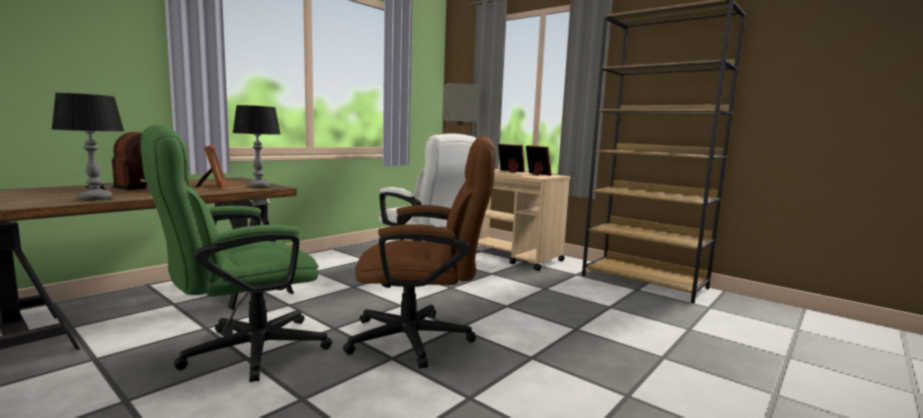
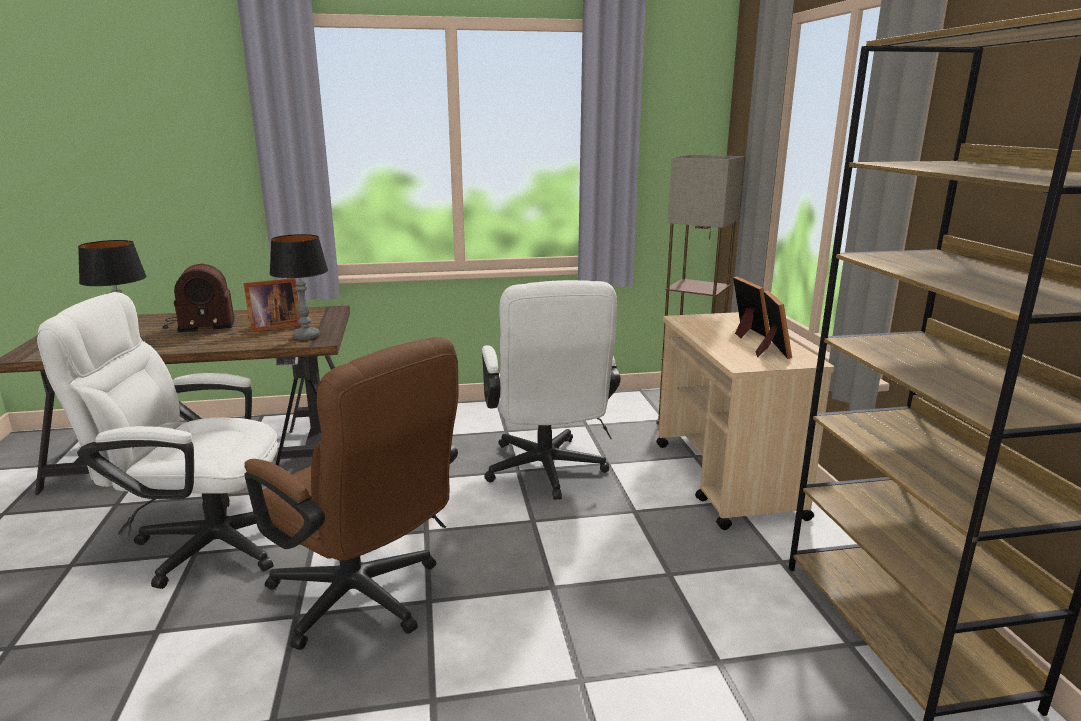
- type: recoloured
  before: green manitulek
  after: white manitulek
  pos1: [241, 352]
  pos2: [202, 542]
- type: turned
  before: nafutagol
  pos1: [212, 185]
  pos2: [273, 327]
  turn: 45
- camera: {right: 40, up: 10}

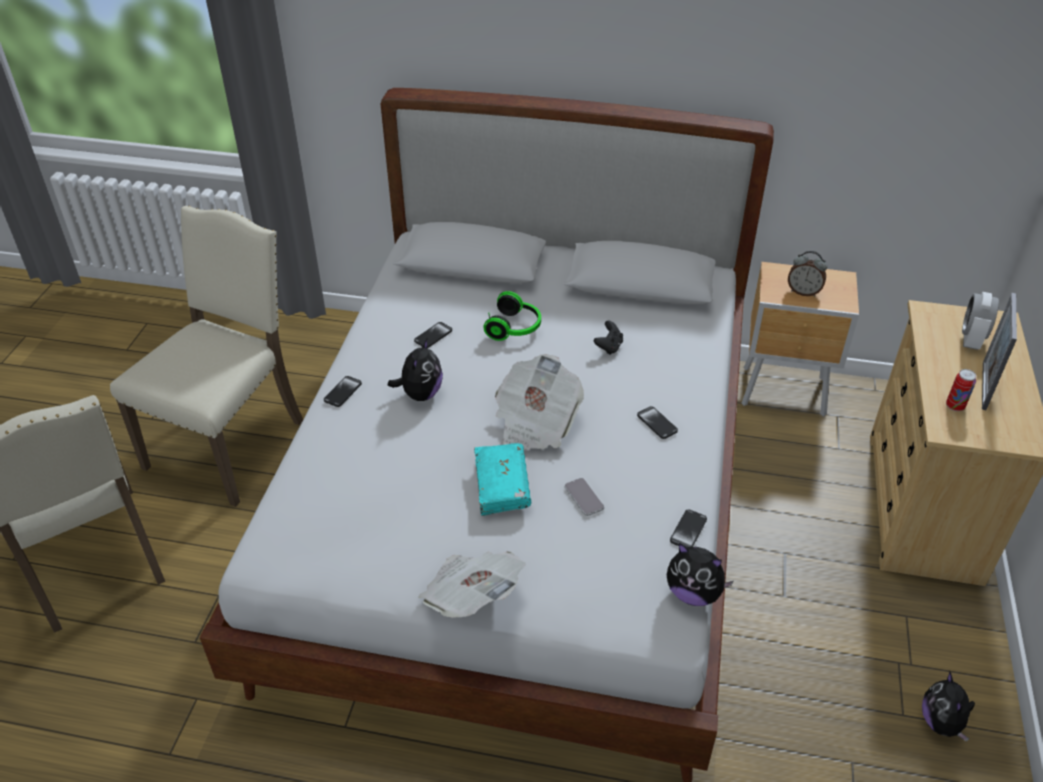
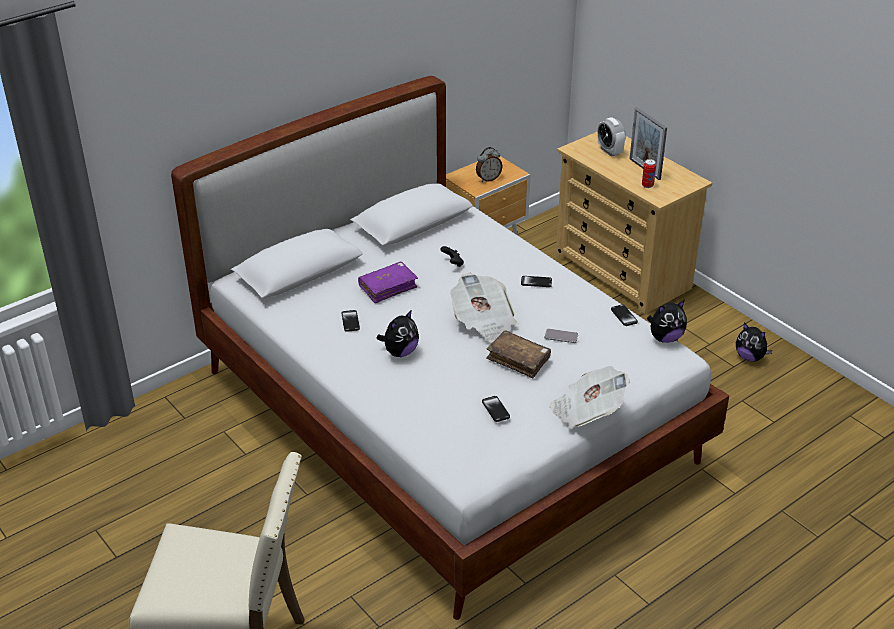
- type: removed
  before: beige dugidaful
  pos1: [230, 443]
- type: moved
  before: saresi
  pos1: [343, 392]
  pos2: [495, 409]
- type: turned
  before: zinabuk
  pos1: [420, 394]
  pos2: [400, 352]
  turn: 75
- type: recoloured
  before: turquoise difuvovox
  after: brown difuvovox
  pos1: [502, 485]
  pos2: [518, 359]
- type: replaced
  before: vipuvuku
  after: purple difuvovox
  pos1: [515, 328]
  pos2: [388, 287]
- camera: {right: -50, up: -5}

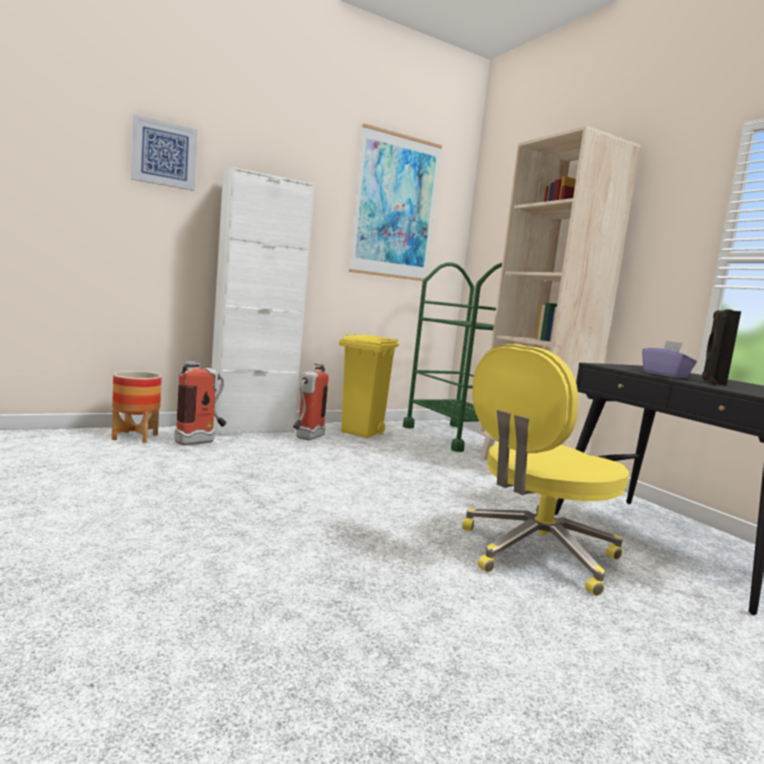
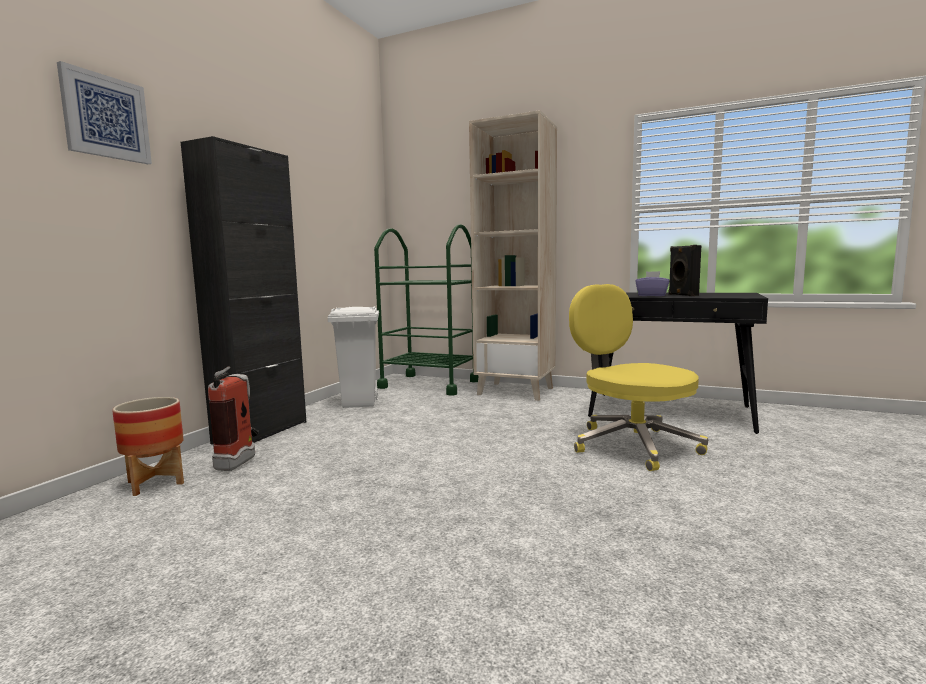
- type: recoloured
  before: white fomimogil
  after: black fomimogil
  pos1: [251, 429]
  pos2: [261, 432]
- type: removed
  before: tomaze
  pos1: [306, 438]
- type: recoloured
  before: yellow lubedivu
  after: white lubedivu
  pos1: [362, 433]
  pos2: [360, 403]
- type: removed
  before: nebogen
  pos1: [395, 207]
- type: turned
  before: yellow manitulek
  pos1: [535, 553]
  pos2: [632, 445]
  turn: 135
- camera: {right: -35, up: 0}

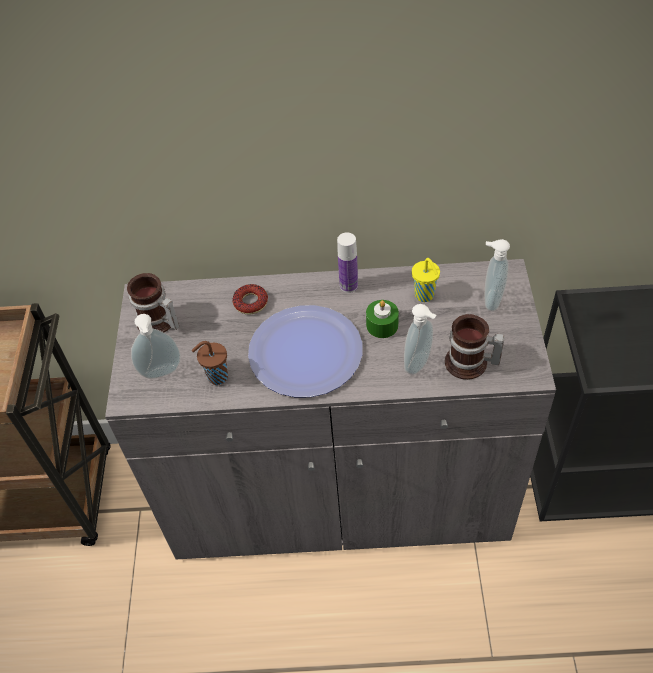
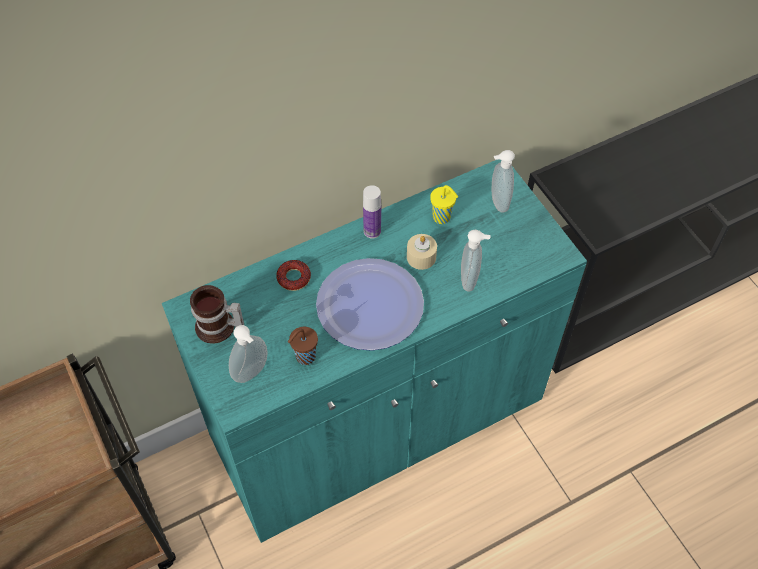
- type: recoloured
  before: grey fomimogil
  after: turquoise fomimogil
  pos1: [340, 494]
  pos2: [378, 420]
- type: recoloured
  before: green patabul
  after: beige patabul
  pos1: [382, 325]
  pos2: [421, 257]
- type: removed
  before: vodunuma
  pos1: [470, 364]
- camera: {right: -30, up: 5}

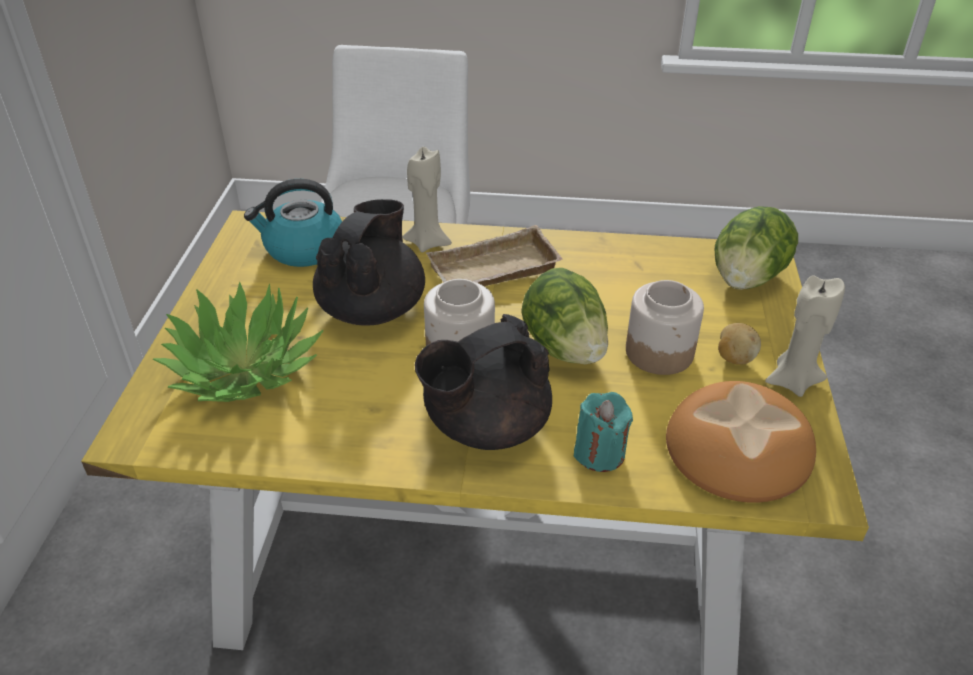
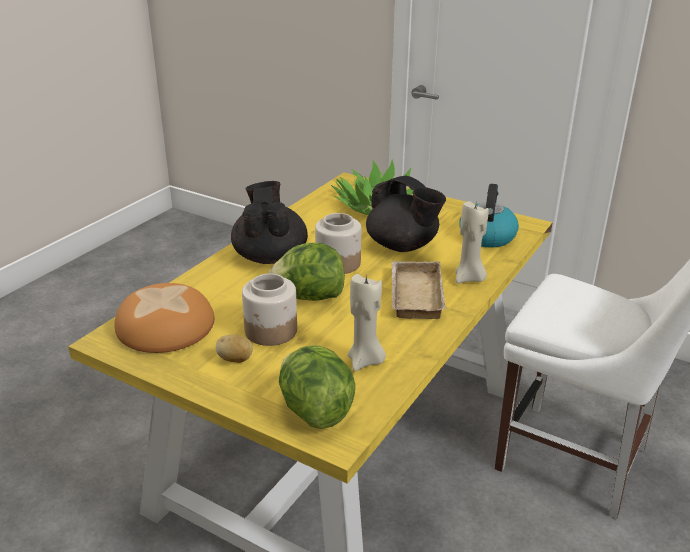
- type: removed
  before: turquoise patabul
  pos1: [599, 453]
- type: moved
  before: beige patabul
  pos1: [792, 381]
  pos2: [365, 361]
- camera: {right: 115, up: -10}

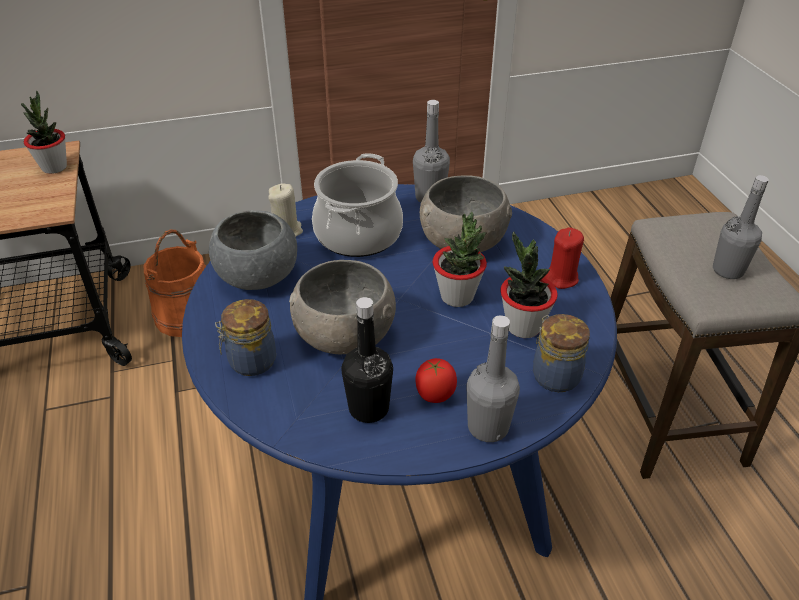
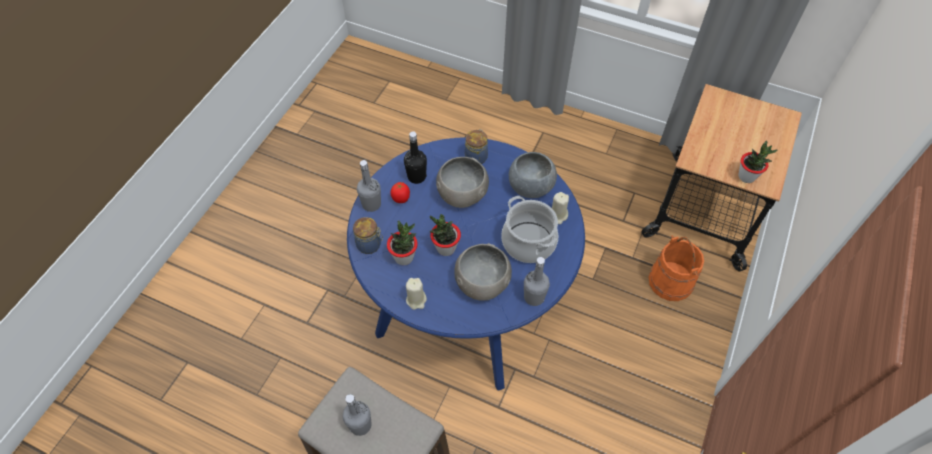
- type: recoloured
  before: red patabul
  after: beige patabul
  pos1: [561, 278]
  pos2: [416, 300]
- camera: {right: 130, up: 15}

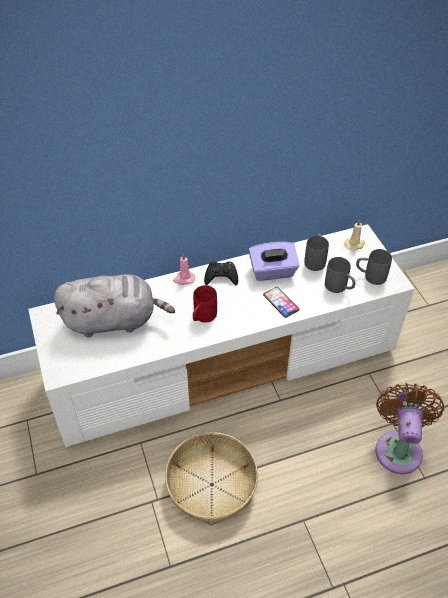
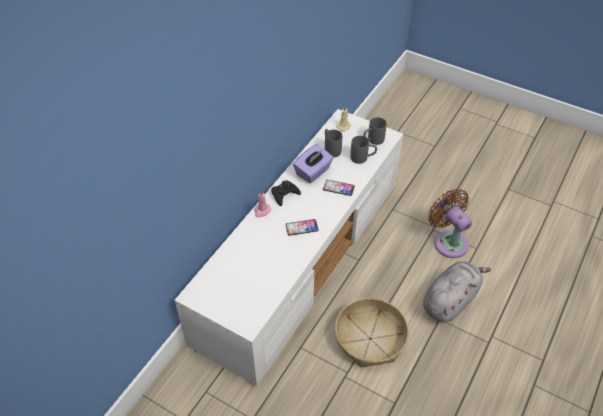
- type: moved
  before: grey zinabuk
  pos1: [114, 320]
  pos2: [450, 300]
- type: replaced
  before: red vodunuma
  after: saresi
  pos1: [202, 317]
  pos2: [301, 228]
- camera: {right: -40, up: 0}

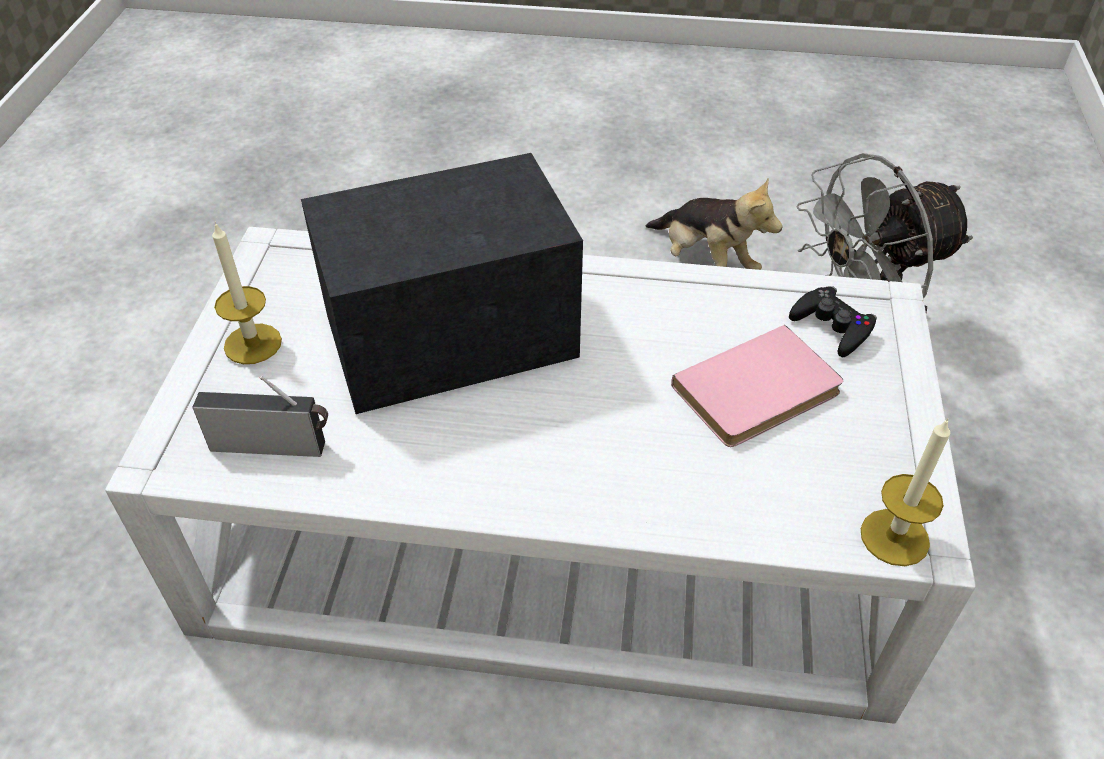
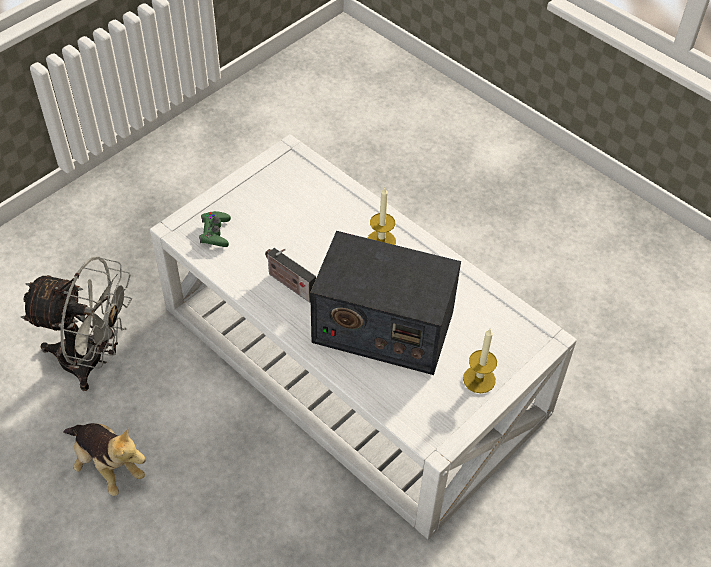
- type: moved
  before: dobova
  pos1: [274, 445]
  pos2: [289, 284]
- type: turned
  before: zinabuk
  pos1: [705, 262]
  pos2: [107, 465]
  turn: 135
- type: removed
  before: pink difuvovox
  pos1: [759, 393]
- type: recoloured
  before: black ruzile
  after: green ruzile
  pos1: [832, 326]
  pos2: [215, 232]
- type: moved
  before: patabul
  pos1: [894, 537]
  pos2: [381, 241]
- camera: {right: -145, up: 5}

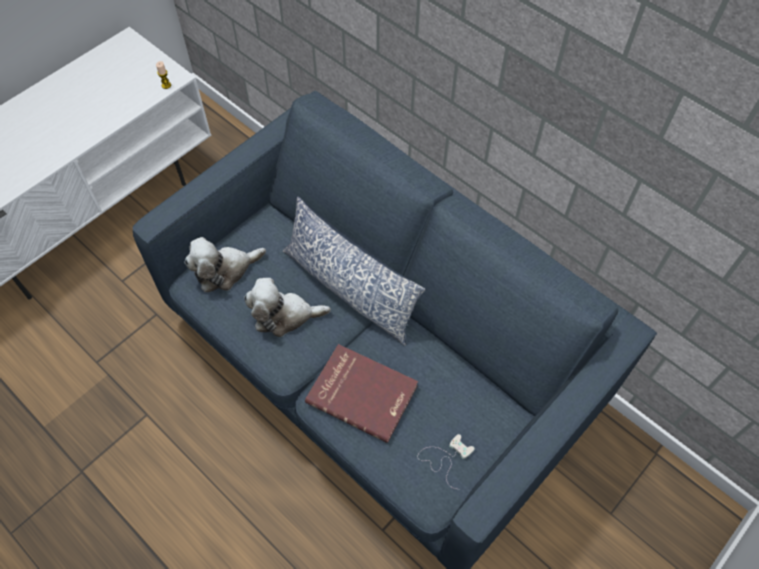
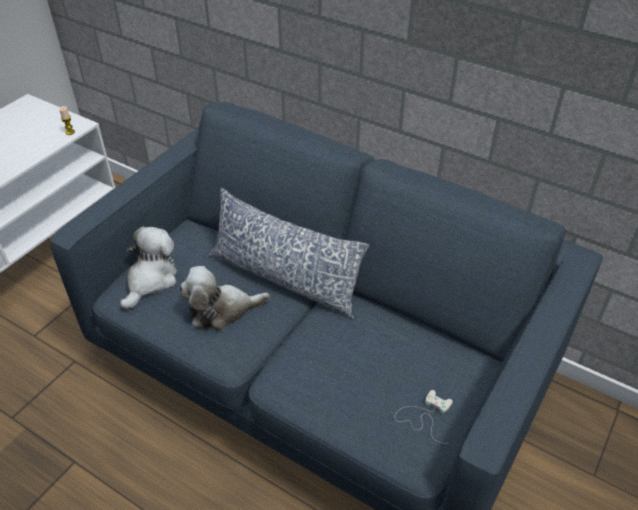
- type: turned
  before: zinabuk
  pos1: [224, 270]
  pos2: [151, 280]
  turn: 150
- type: removed
  before: red difuvovox
  pos1: [363, 392]
- camera: {right: -10, up: -15}

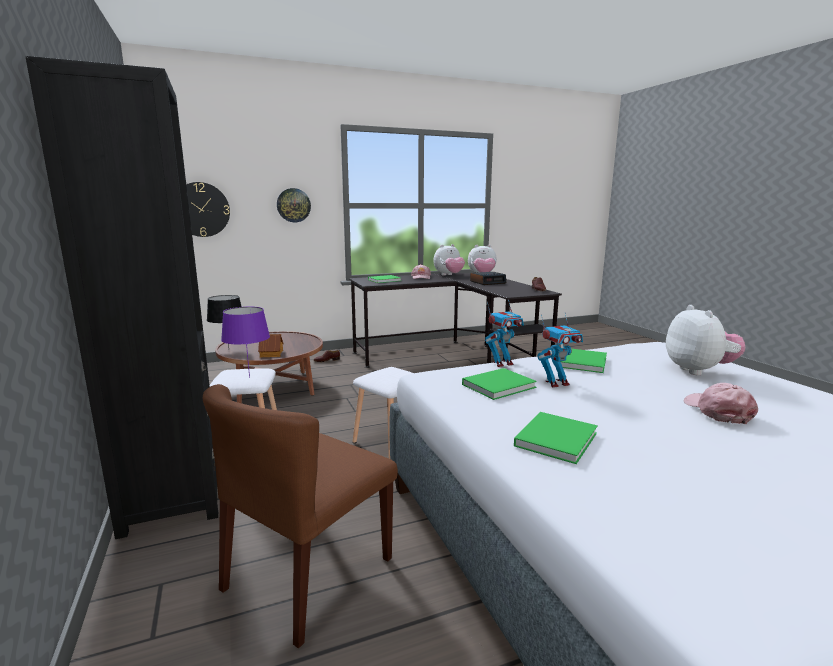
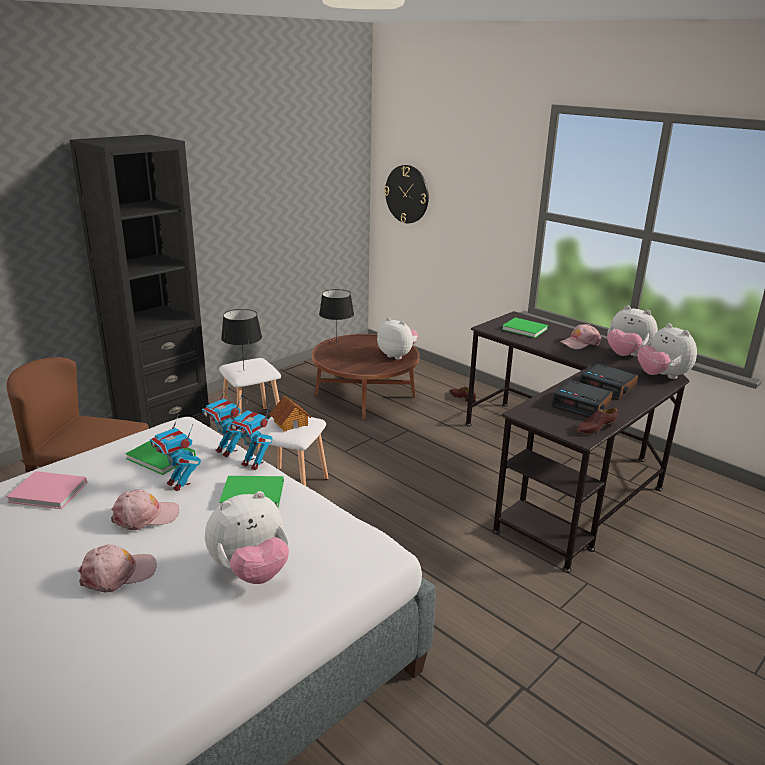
- type: recoloured
  before: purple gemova
  after: black gemova
  pos1: [249, 377]
  pos2: [243, 370]
- type: moved
  before: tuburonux
  pos1: [271, 354]
  pos2: [290, 423]
- type: removed
  before: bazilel
  pos1: [293, 205]
- type: recoloured
  before: green difuvovox
  after: pink difuvovox
  pos1: [557, 438]
  pos2: [50, 492]
- type: added
  after: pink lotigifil
  pos2: [145, 516]
- type: added
  after: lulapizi
  pos2: [253, 464]
- type: added
  after: zinabuk
  pos2: [397, 355]
- type: added
  after: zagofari
  pos2: [582, 405]
- camera: {right: 65, up: 10}

